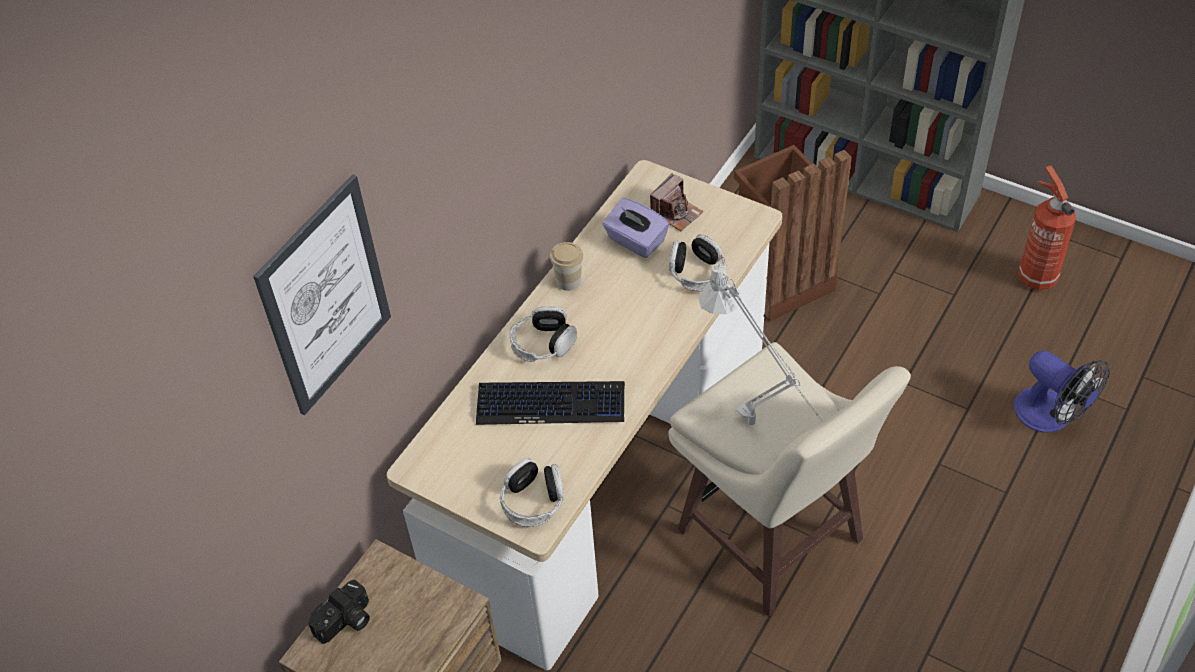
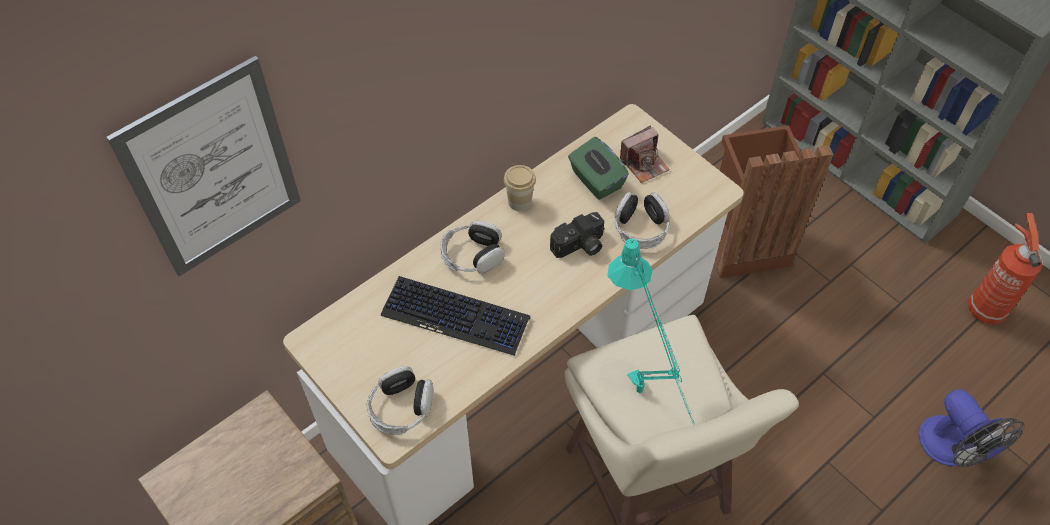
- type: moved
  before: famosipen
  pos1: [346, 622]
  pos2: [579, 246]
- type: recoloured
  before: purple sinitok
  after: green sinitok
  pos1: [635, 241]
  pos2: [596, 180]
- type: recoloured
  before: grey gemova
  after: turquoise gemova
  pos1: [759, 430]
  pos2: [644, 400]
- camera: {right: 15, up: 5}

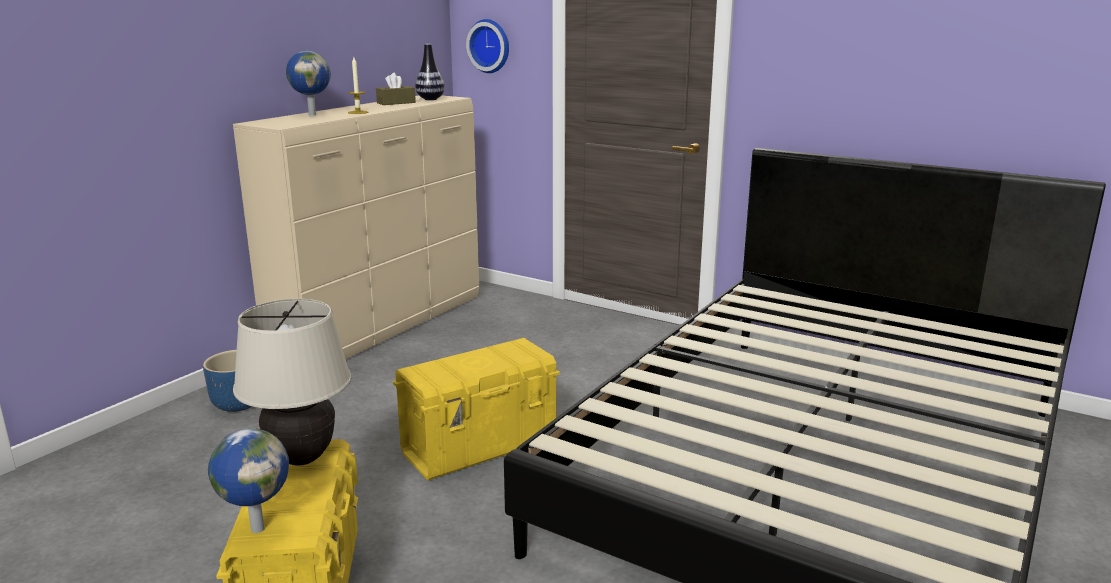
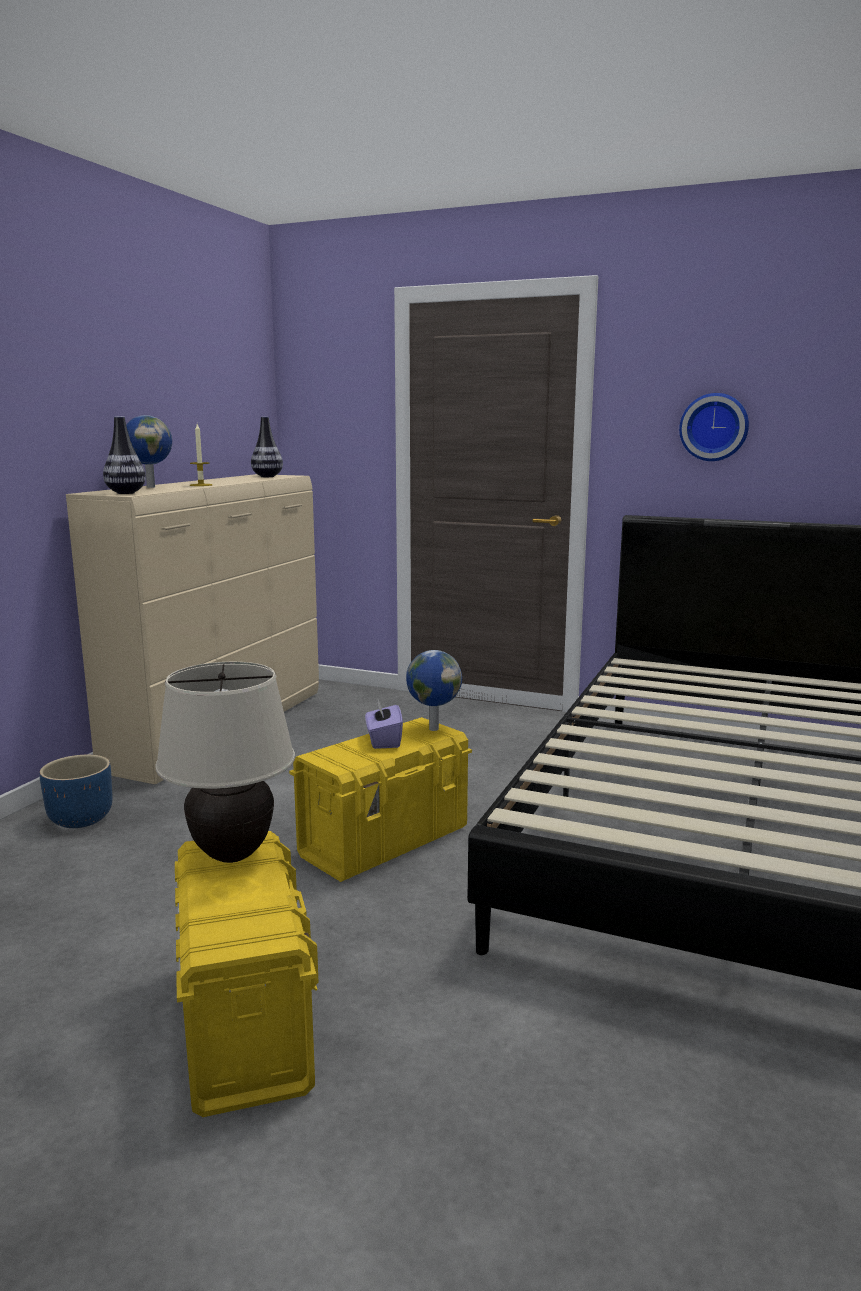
- type: moved
  before: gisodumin
  pos1: [257, 528]
  pos2: [433, 729]
- type: removed
  before: brown sinitok
  pos1: [396, 103]
- type: moved
  before: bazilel
  pos1: [490, 46]
  pos2: [714, 427]
- type: added
  after: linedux
  pos2: [126, 493]
- type: added
  after: purple sinitok
  pos2: [383, 741]
- camera: {right: -10, up: -5}

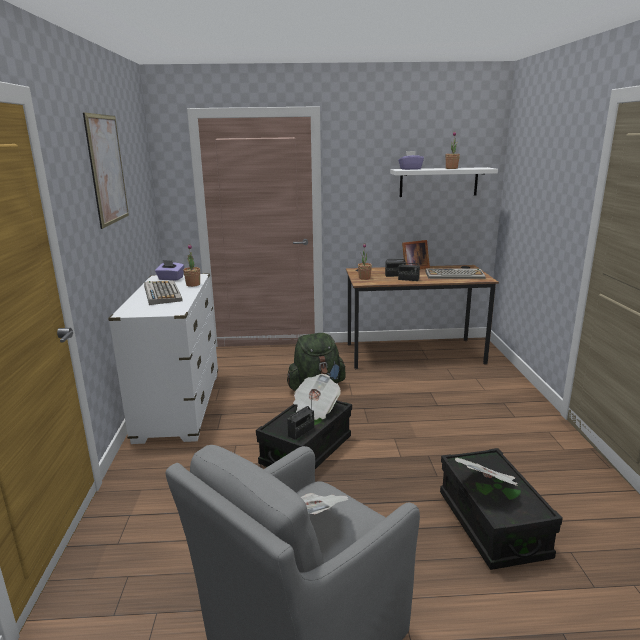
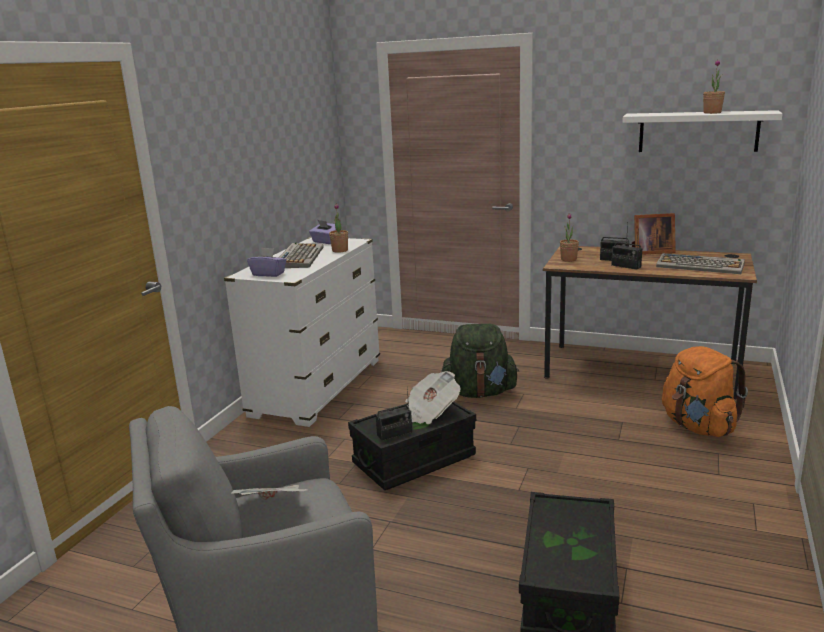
- type: removed
  before: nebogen
  pos1: [107, 169]
- type: moved
  before: purple sinitok
  pos1: [410, 169]
  pos2: [268, 274]
- type: removed
  before: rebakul
  pos1: [487, 486]
- type: added
  after: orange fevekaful
  pos2: [698, 427]
- camera: {right: 25, up: 0}

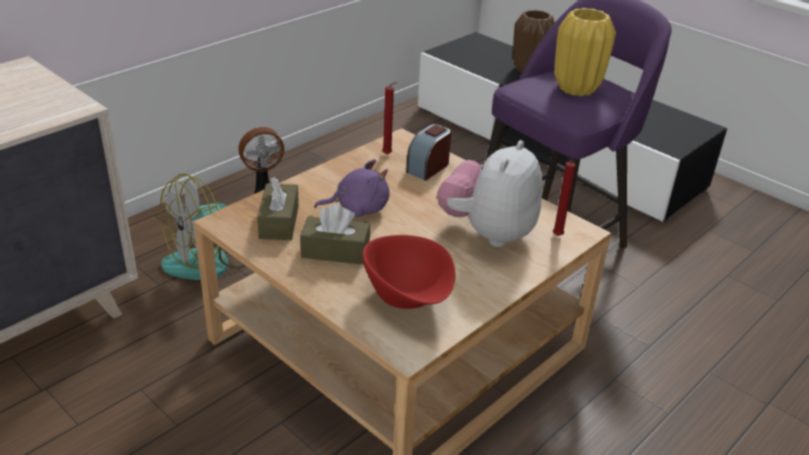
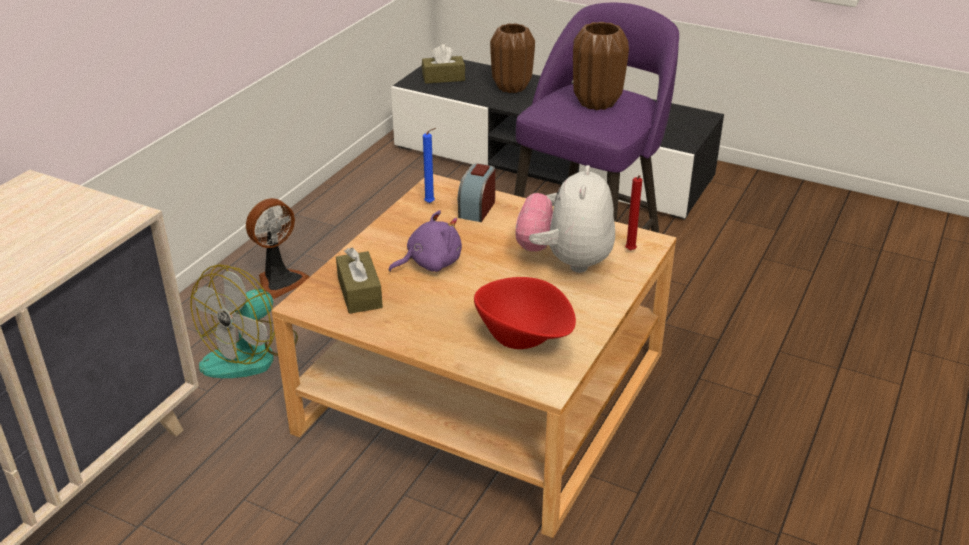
- type: moved
  before: brown sinitok
  pos1: [335, 251]
  pos2: [443, 78]
- type: recoloured
  before: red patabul
  after: blue patabul
  pos1: [388, 155]
  pos2: [431, 203]
- type: recoloured
  before: yellow linedux
  after: brown linedux
  pos1: [577, 89]
  pos2: [597, 103]
- camera: {right: -15, up: 0}

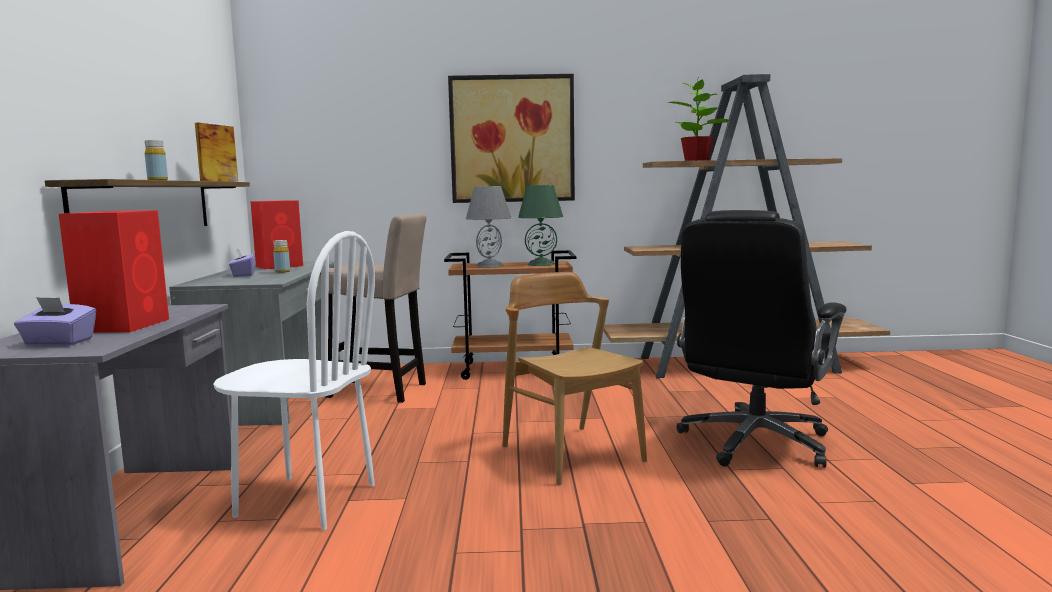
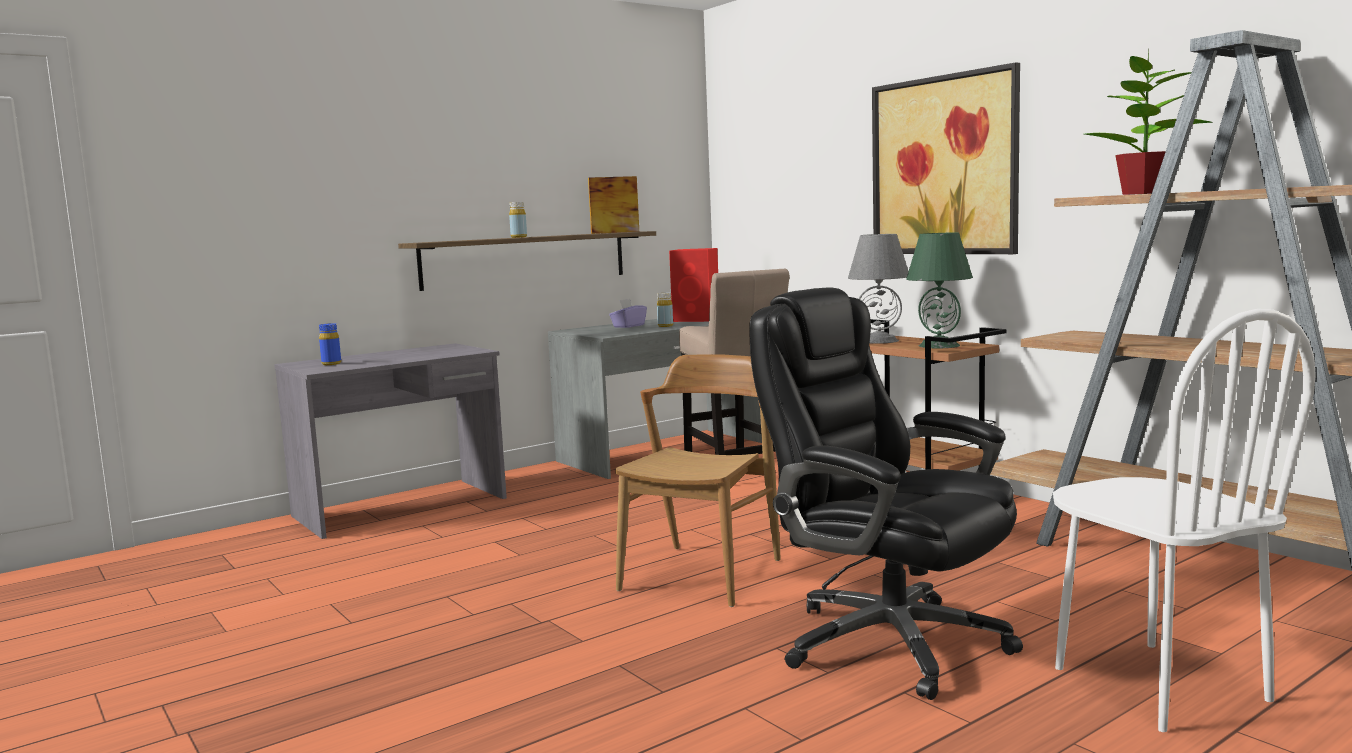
- type: replaced
  before: purple sinitok
  after: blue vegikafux
  pos1: [58, 343]
  pos2: [331, 364]
- type: removed
  before: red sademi
  pos1: [124, 325]
- type: moved
  before: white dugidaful
  pos1: [306, 501]
  pos2: [1158, 684]
- type: turned
  before: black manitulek
  pos1: [754, 443]
  pos2: [887, 642]
  turn: 45
- camera: {right: 55, up: 0}

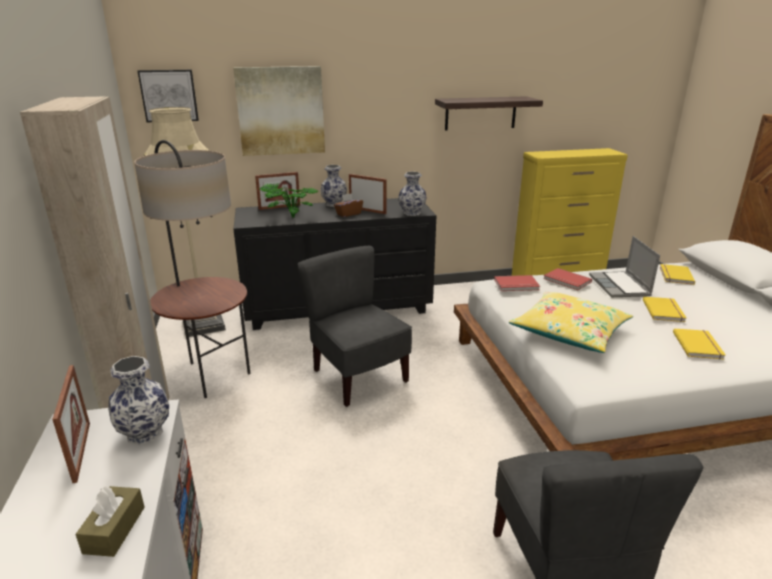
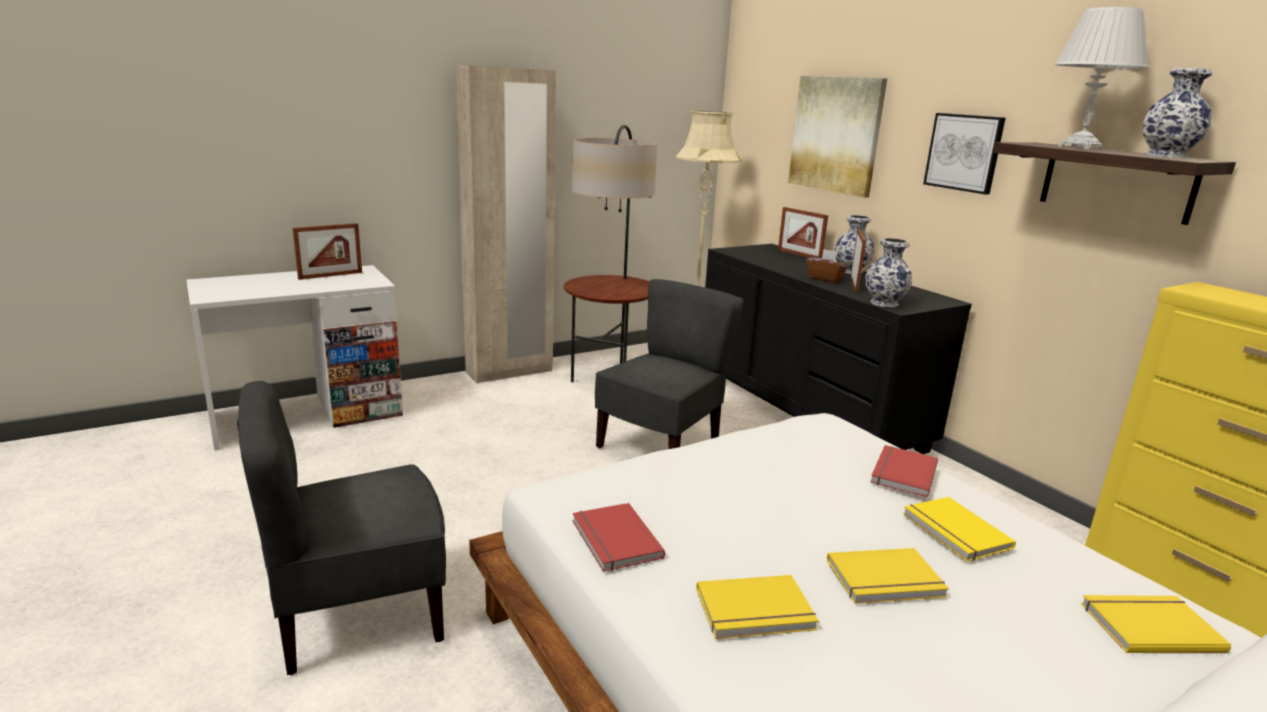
- type: removed
  before: brown sinitok
  pos1: [114, 529]
- type: moved
  before: linedux
  pos1: [145, 433]
  pos2: [1167, 156]
- type: moved
  before: nebogen
  pos1: [169, 95]
  pos2: [964, 152]
- type: removed
  before: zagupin
  pos1: [289, 217]
- type: moved
  before: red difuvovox
  pos1: [517, 285]
  pos2: [614, 540]
- type: removed
  before: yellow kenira
  pos1: [569, 332]
- type: replaced
  before: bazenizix
  after: yellow difuvovox
  pos1: [620, 286]
  pos2: [954, 532]
- type: added
  after: white gemova
  pos2: [1080, 148]
- camera: {right: 70, up: -5}

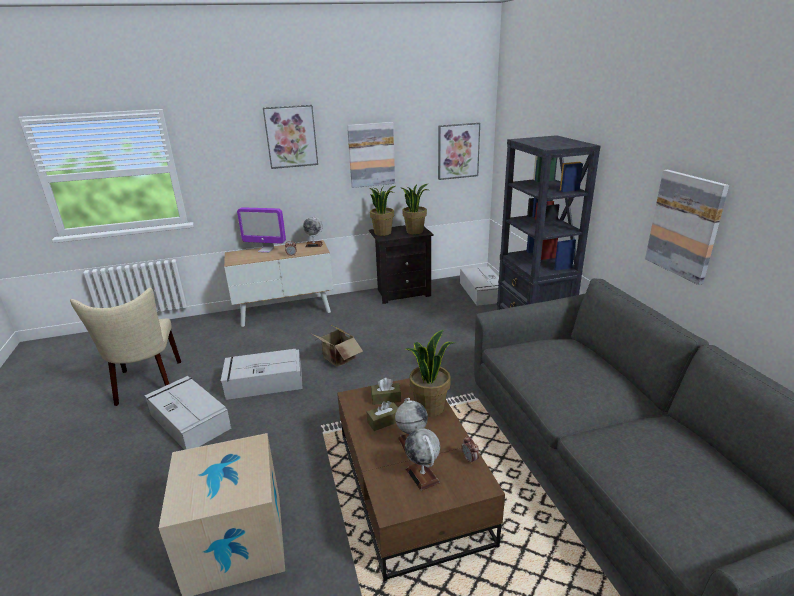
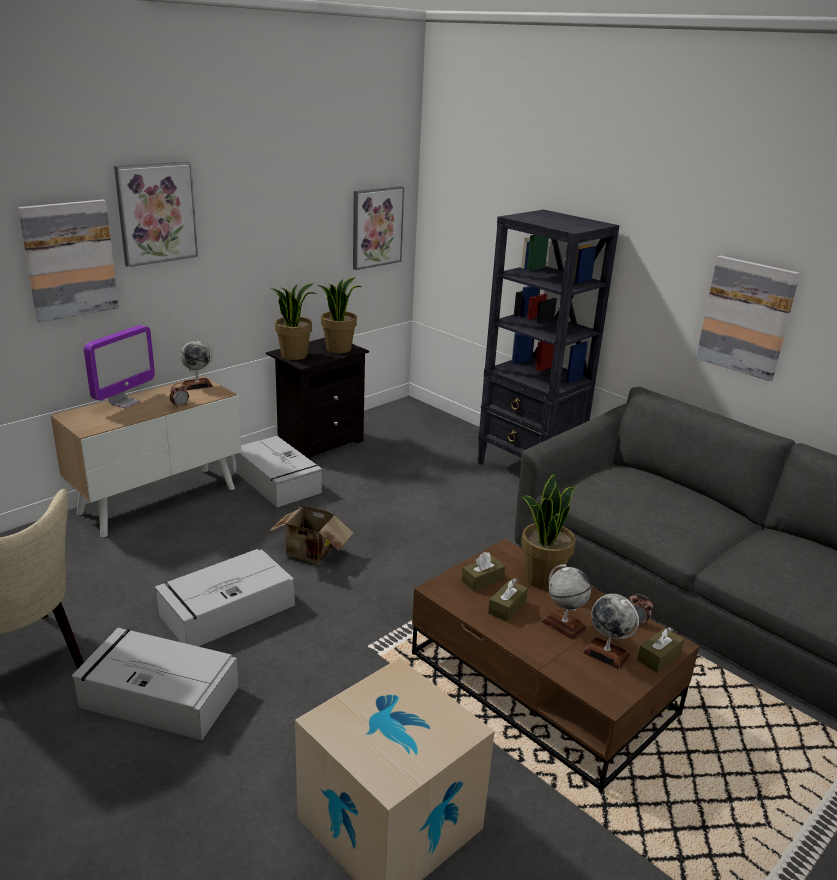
- type: turned
  before: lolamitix
  pos1: [266, 250]
  pos2: [124, 402]
  turn: -45
- type: moved
  before: nebogen
  pos1: [371, 155]
  pos2: [70, 260]
- type: moved
  before: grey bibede
  pos1: [482, 292]
  pos2: [277, 482]
- type: added
  after: brown sinitok
  pos2: [658, 657]
- camera: {right: -30, up: 0}

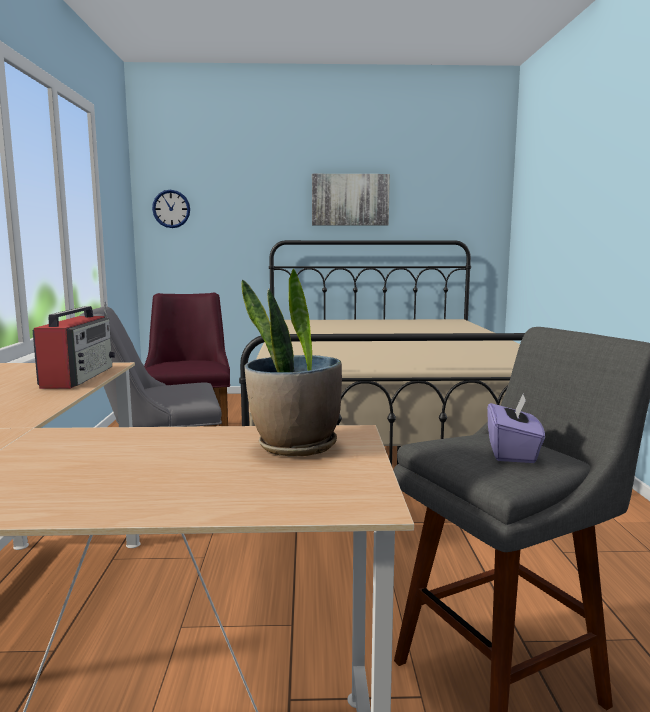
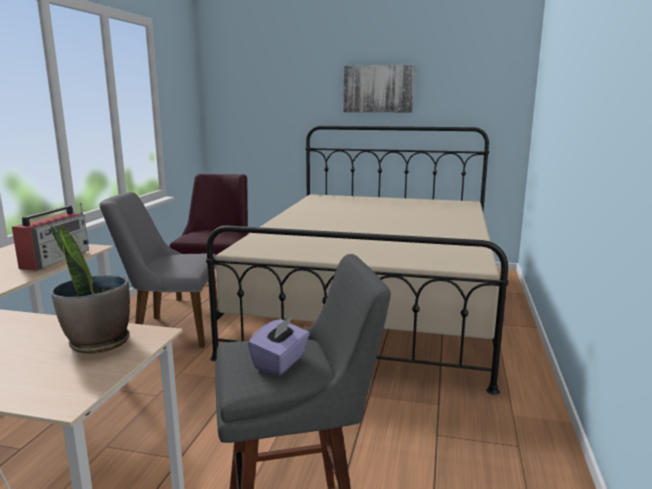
- type: removed
  before: bazilel
  pos1: [171, 209]
- camera: {right: 15, up: 5}

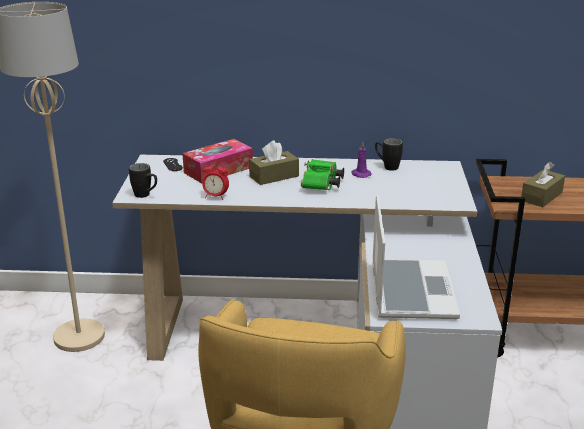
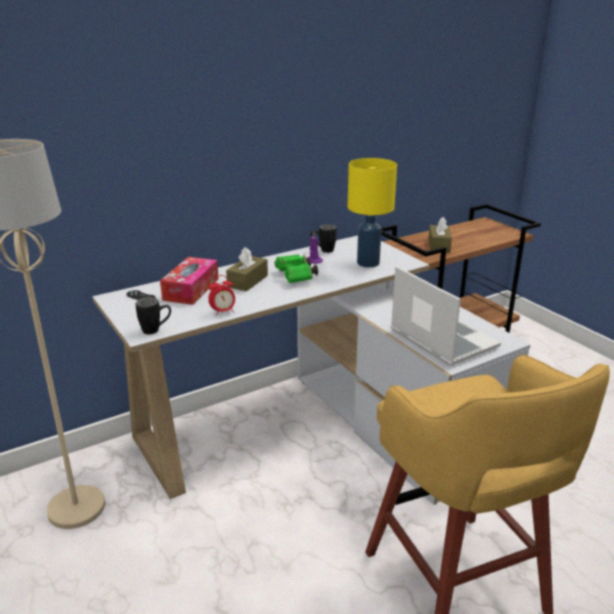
- type: added
  after: yellow gemova
  pos2: [368, 263]
- camera: {right: -35, up: 0}

